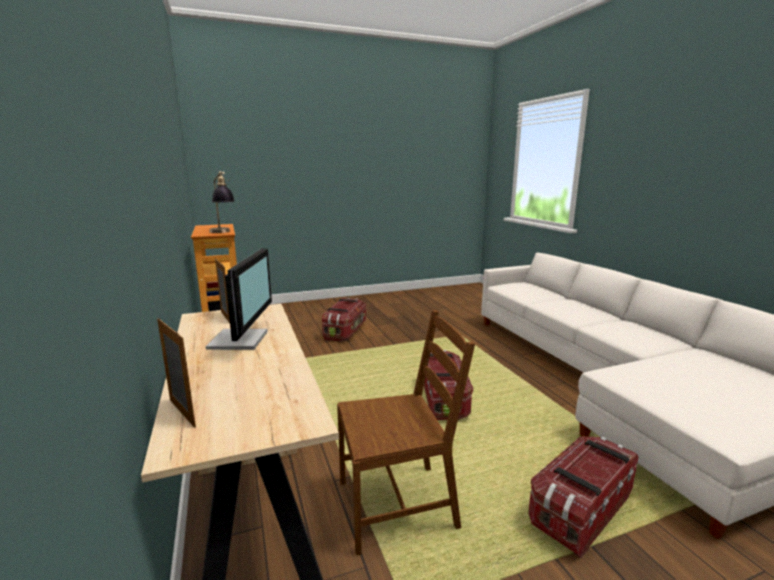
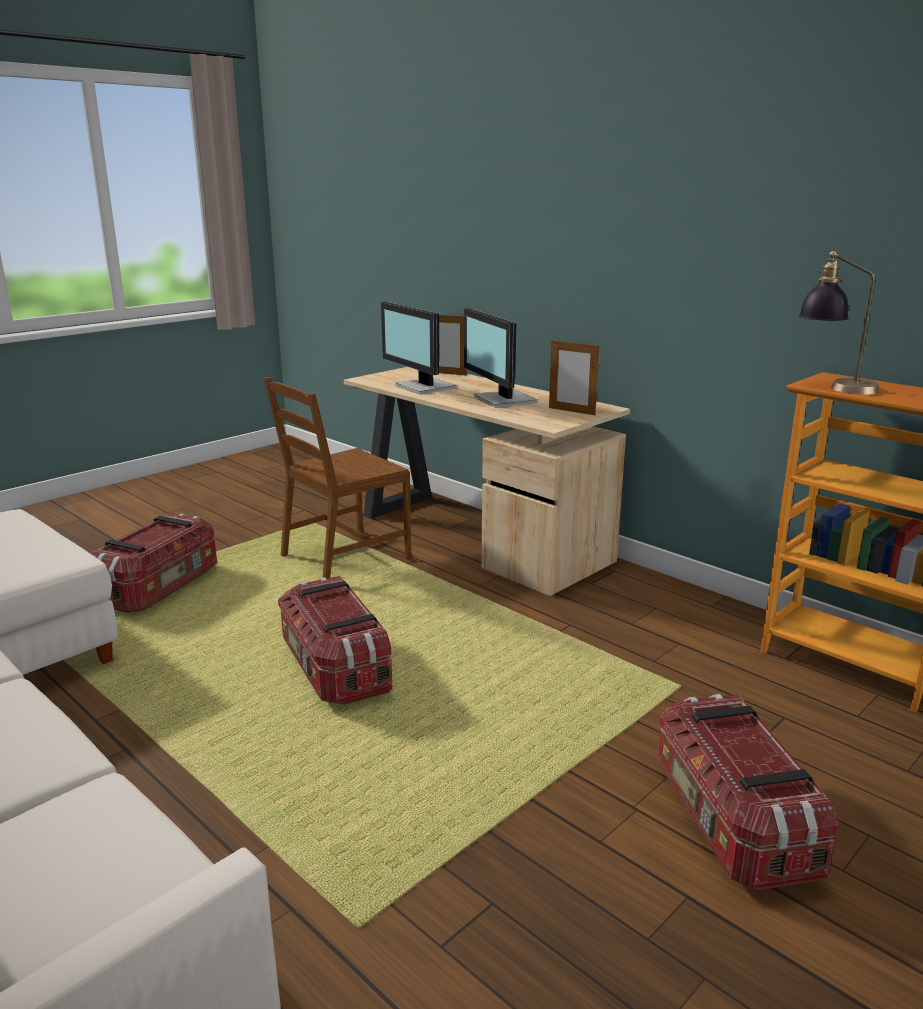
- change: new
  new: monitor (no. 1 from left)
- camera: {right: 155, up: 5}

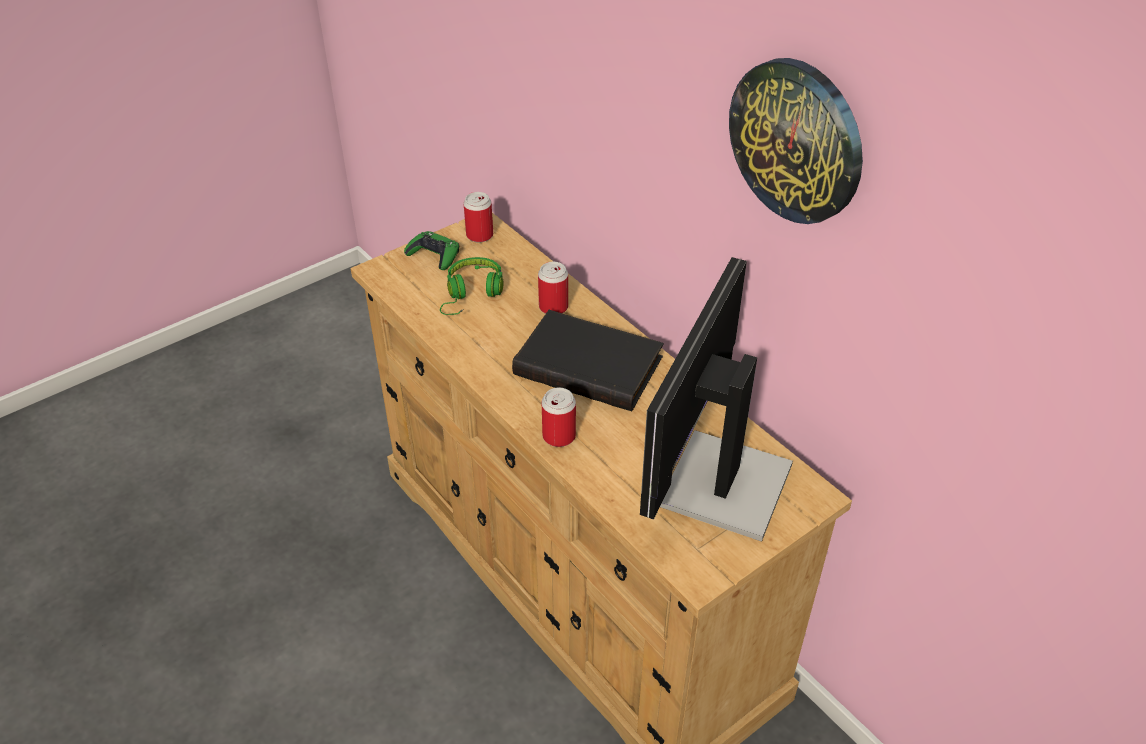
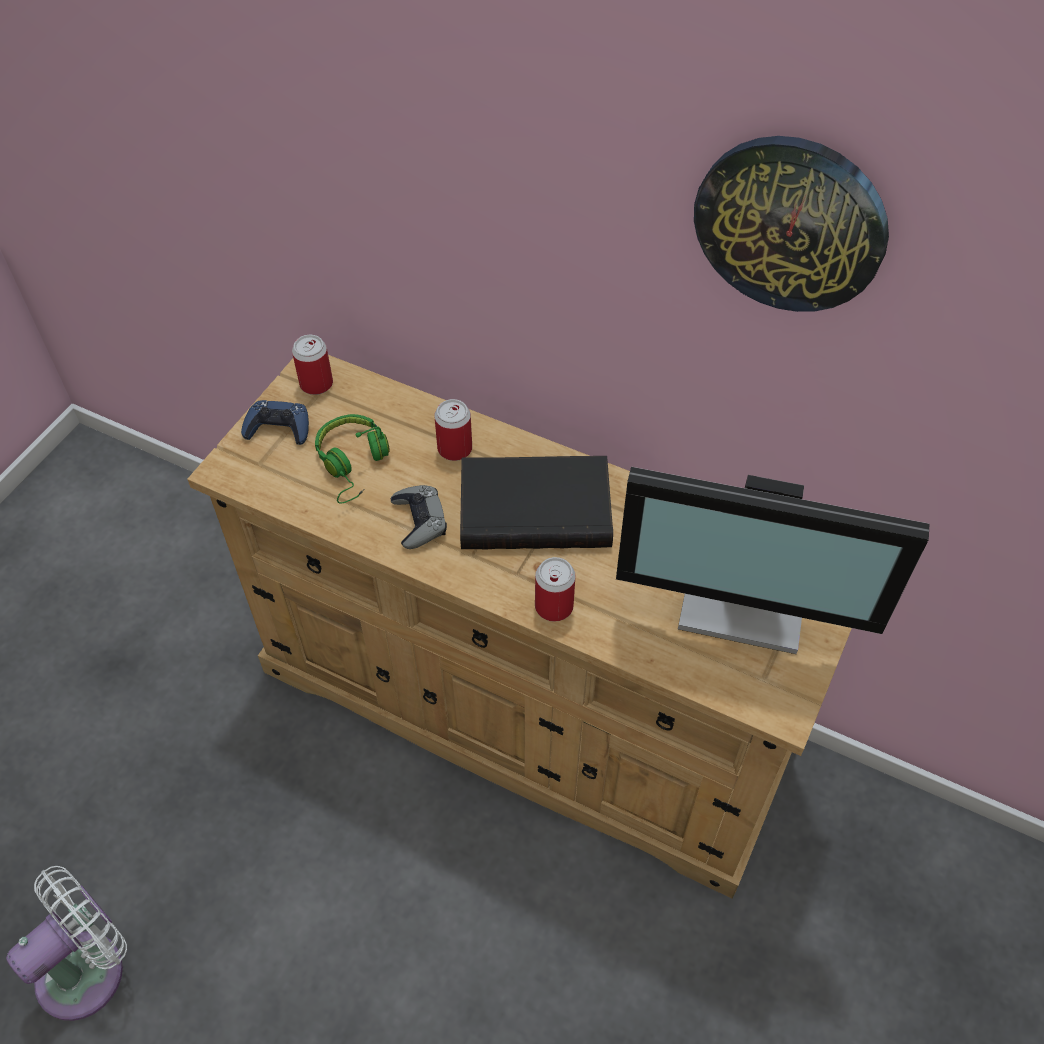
- change: repainted
  old: pad do gier [zielony]
  new: pad do gier [niebieski]
- change: rotated
  old: monitor
  degrees: -75
- change: new
  new: wentylator [biały]
- change: new
  new: pad do gier [szary]
- camera: {right: -25, up: 10}

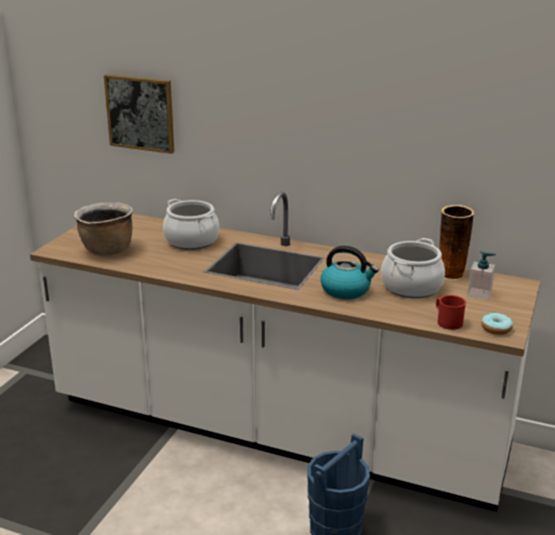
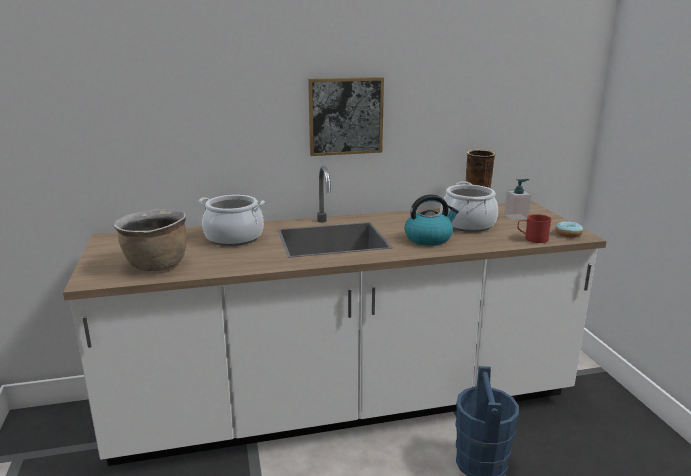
- change: shifted
  old: obraz
- camera: {right: -35, up: -5}

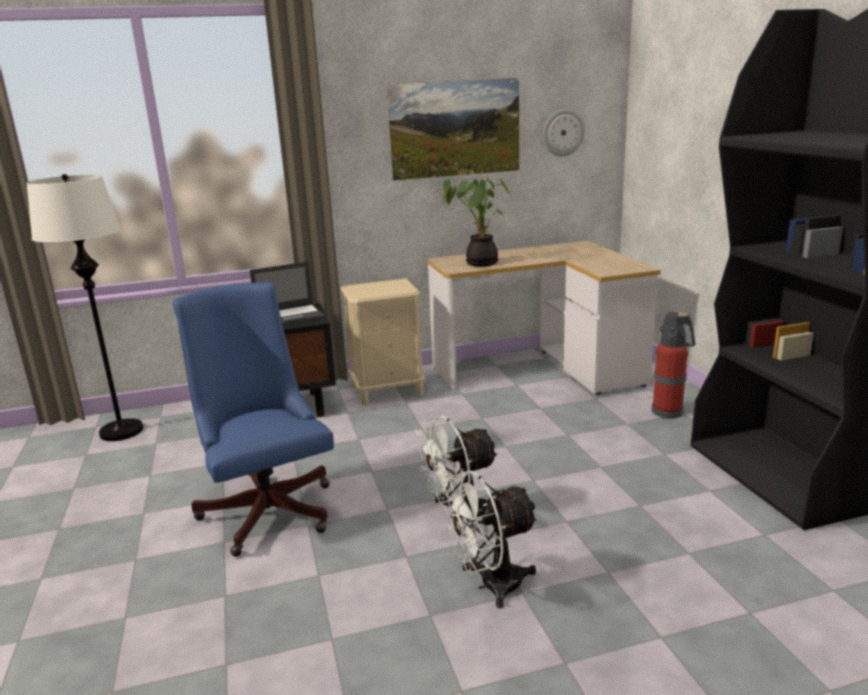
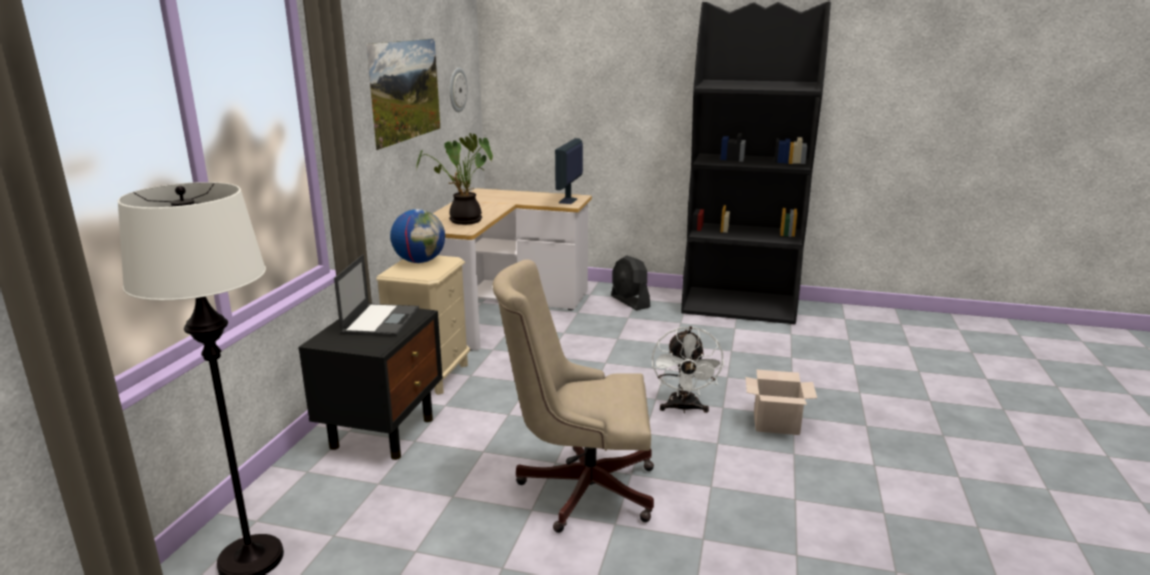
- change: repainted
  old: krzesło biurowe [niebieski]
  new: krzesło biurowe [beżowy]
- change: swapped
  old: wentylator [biały] (no. 2 from left)
  new: karton
- change: swapped
  old: gaśnica
  new: wentylator [czarny]
- change: new
  new: globus
- change: new
  new: monitor
- camera: {right: -60, up: 0}

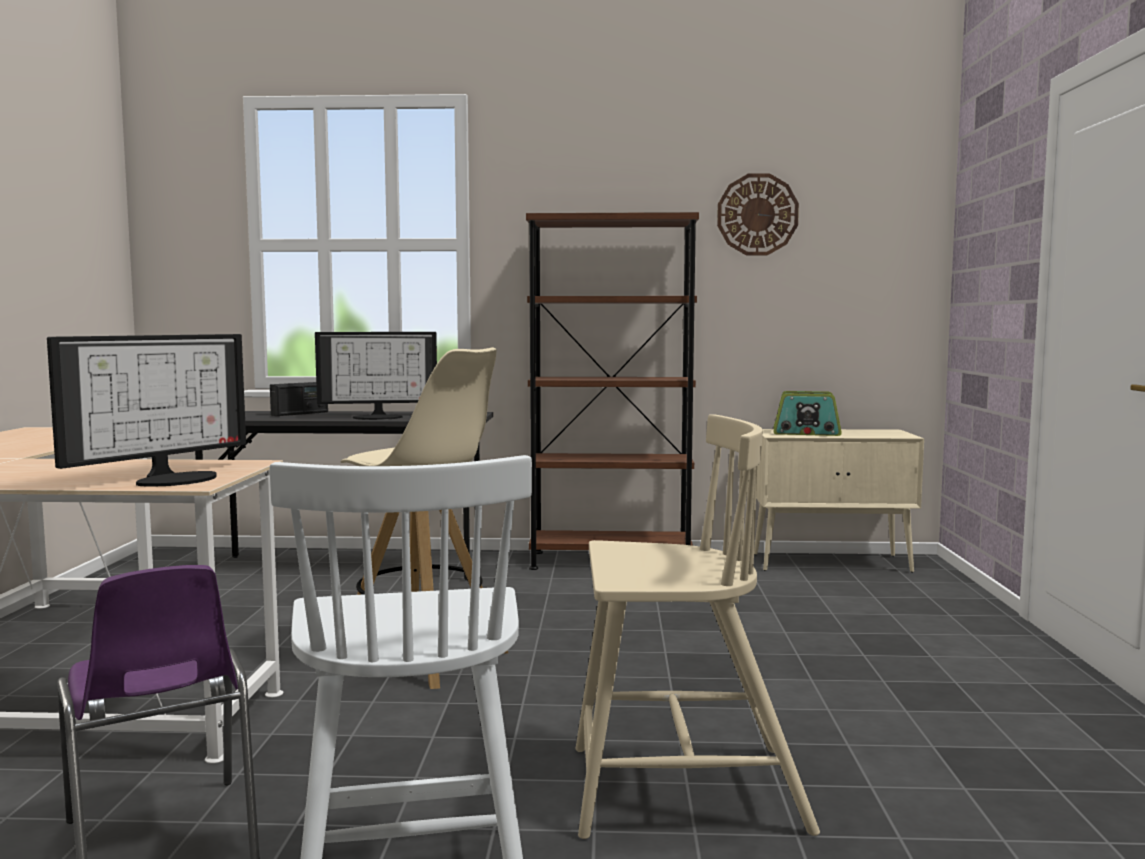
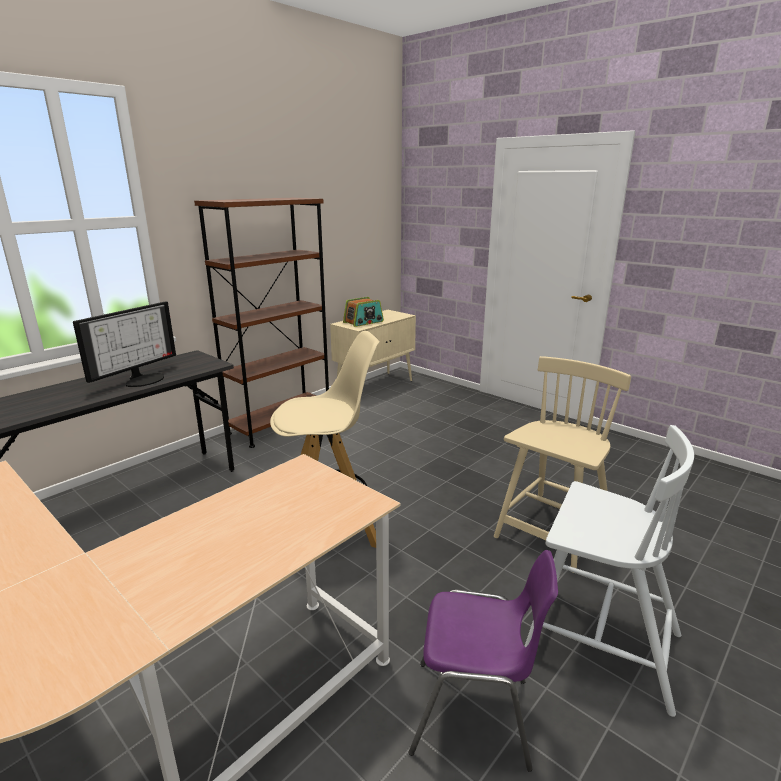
- change: gone
  old: monitor (no. 1 from left)
- change: gone
  old: radio (no. 1 from left)
- change: gone
  old: zegar ścienny
- camera: {right: -50, up: 15}

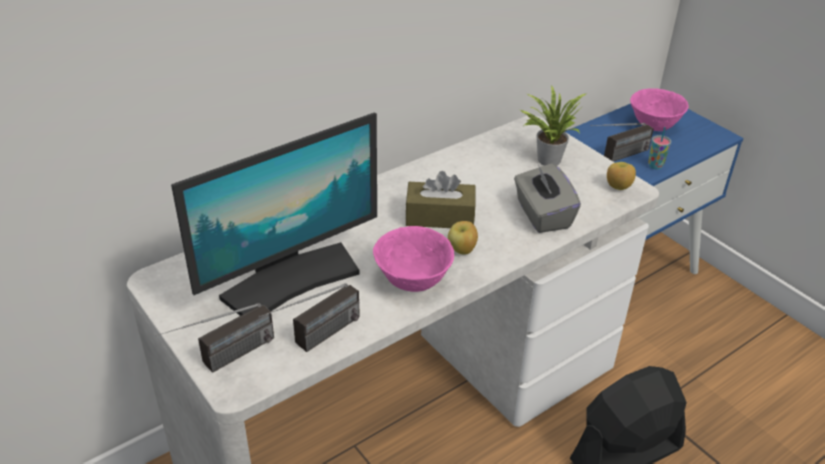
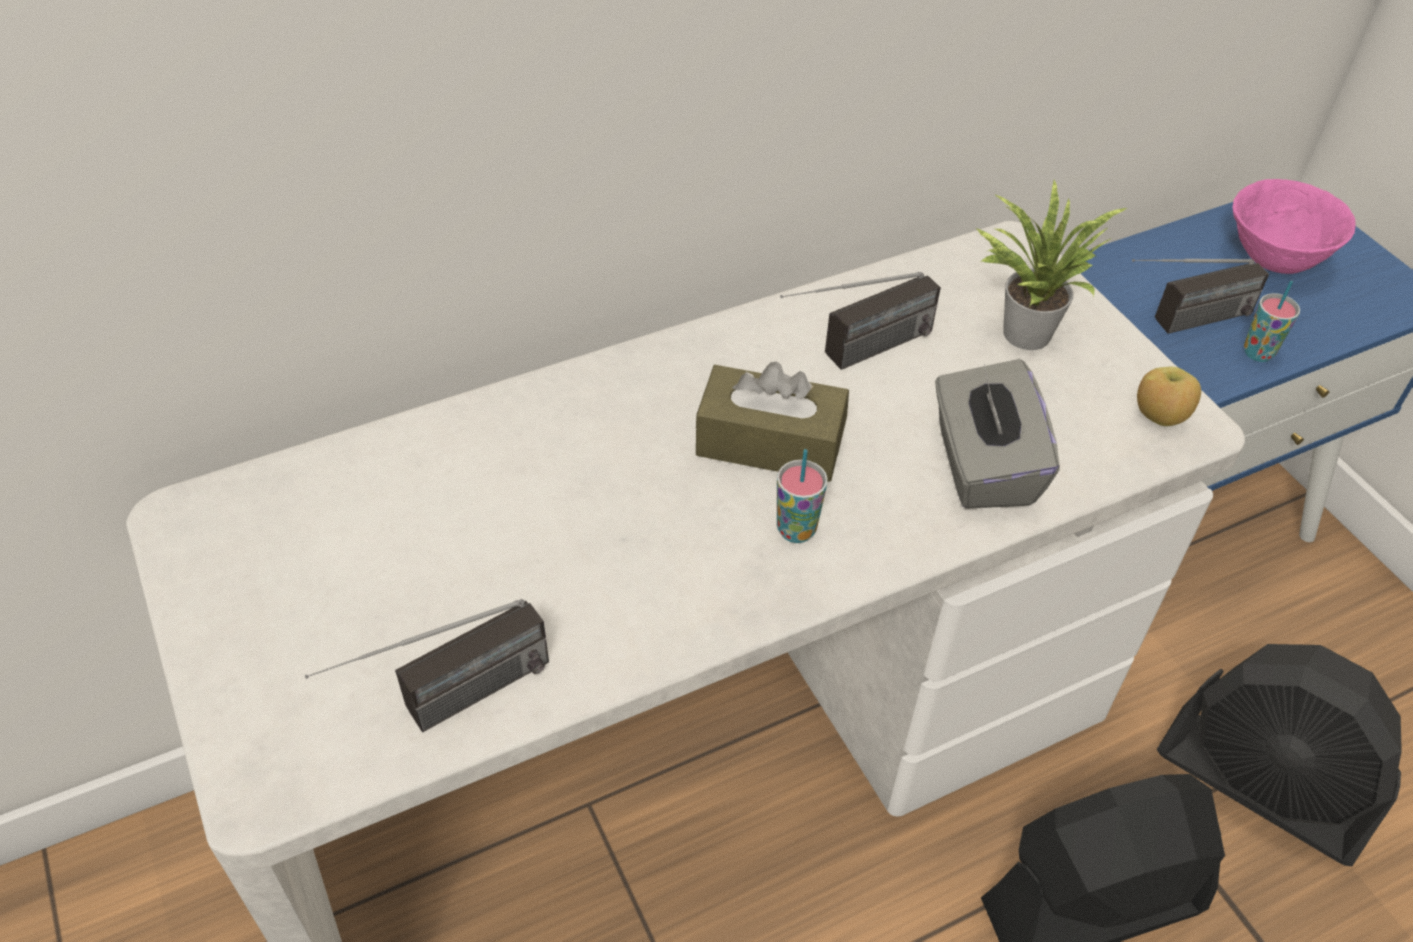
- change: shifted
  old: radio (no. 1 from left in the first image)
  new: radio (no. 2 from left)
- change: gone
  old: monitor
- change: gone
  old: miska [różowy] (no. 1 from left)
- change: swapped
  old: jabłko (no. 1 from left)
  new: filiżanka (no. 1 from left)
- change: new
  new: wentylator [czarny] (no. 2 from left)
- camera: {right: 10, up: 10}

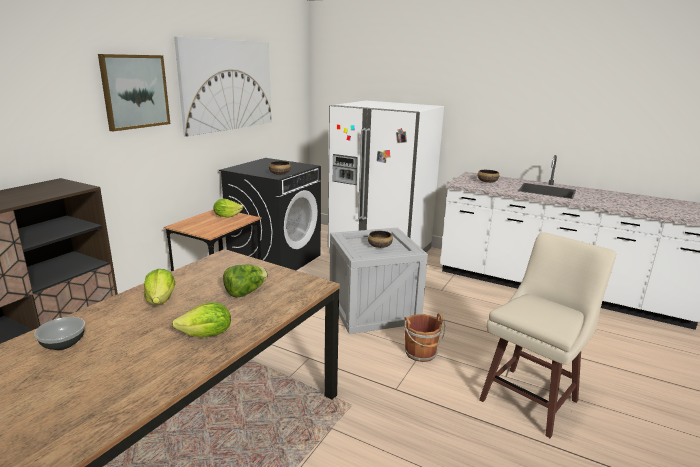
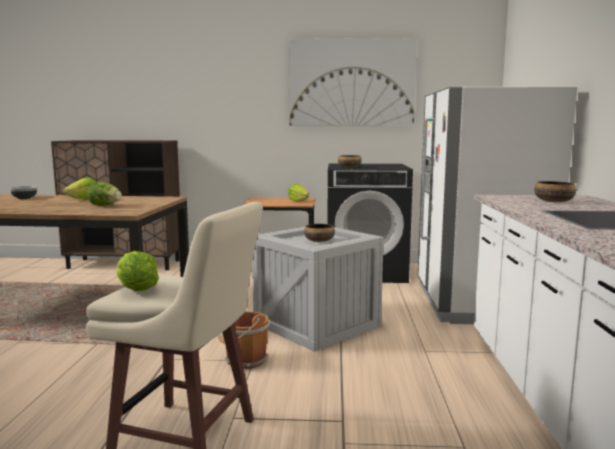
- change: gone
  old: obraz (no. 1 from left)
- change: shifted
  old: sałata (no. 2 from left in the first image)
  new: sałata (no. 3 from left)
- camera: {right: 65, up: -10}

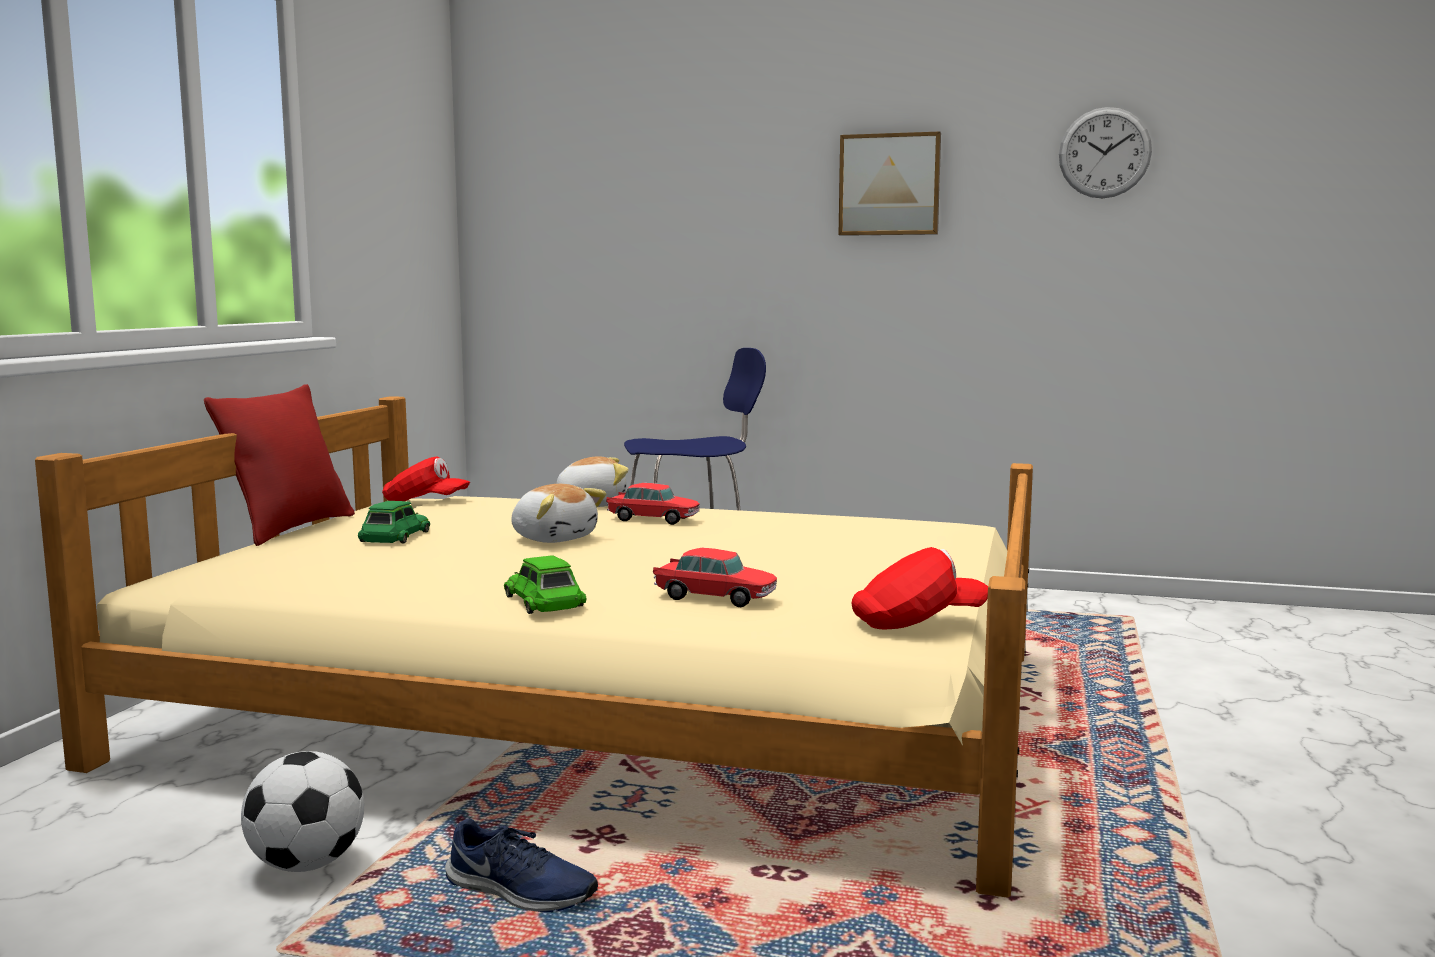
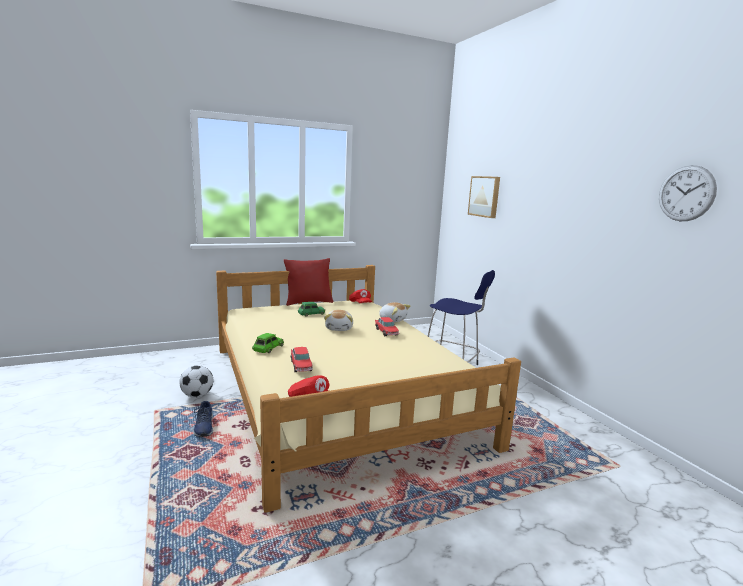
- change: shifted
  old: obraz
- camera: {right: 50, up: 5}

